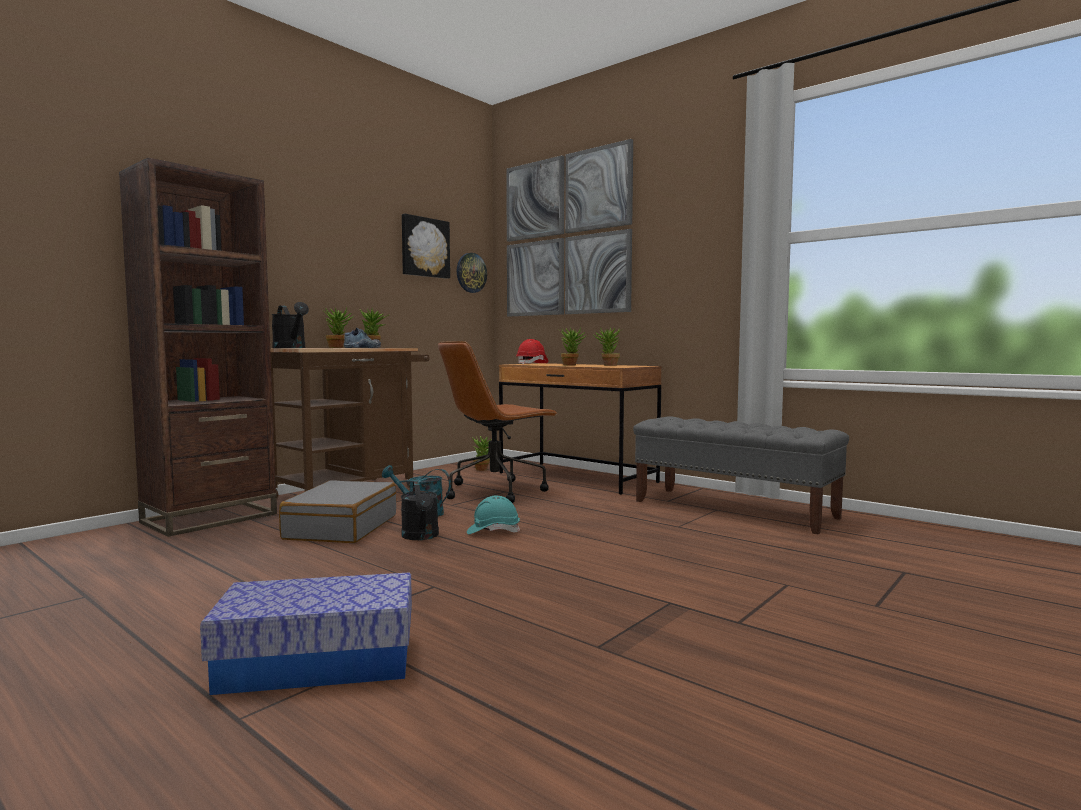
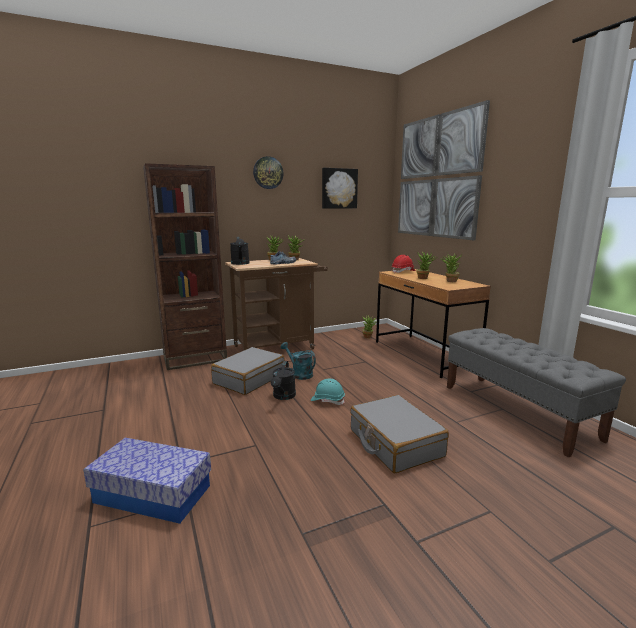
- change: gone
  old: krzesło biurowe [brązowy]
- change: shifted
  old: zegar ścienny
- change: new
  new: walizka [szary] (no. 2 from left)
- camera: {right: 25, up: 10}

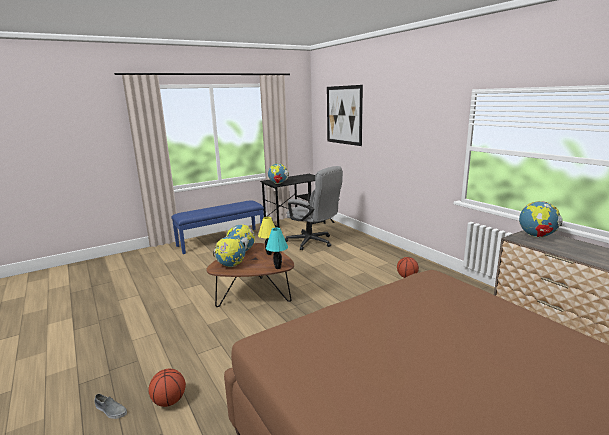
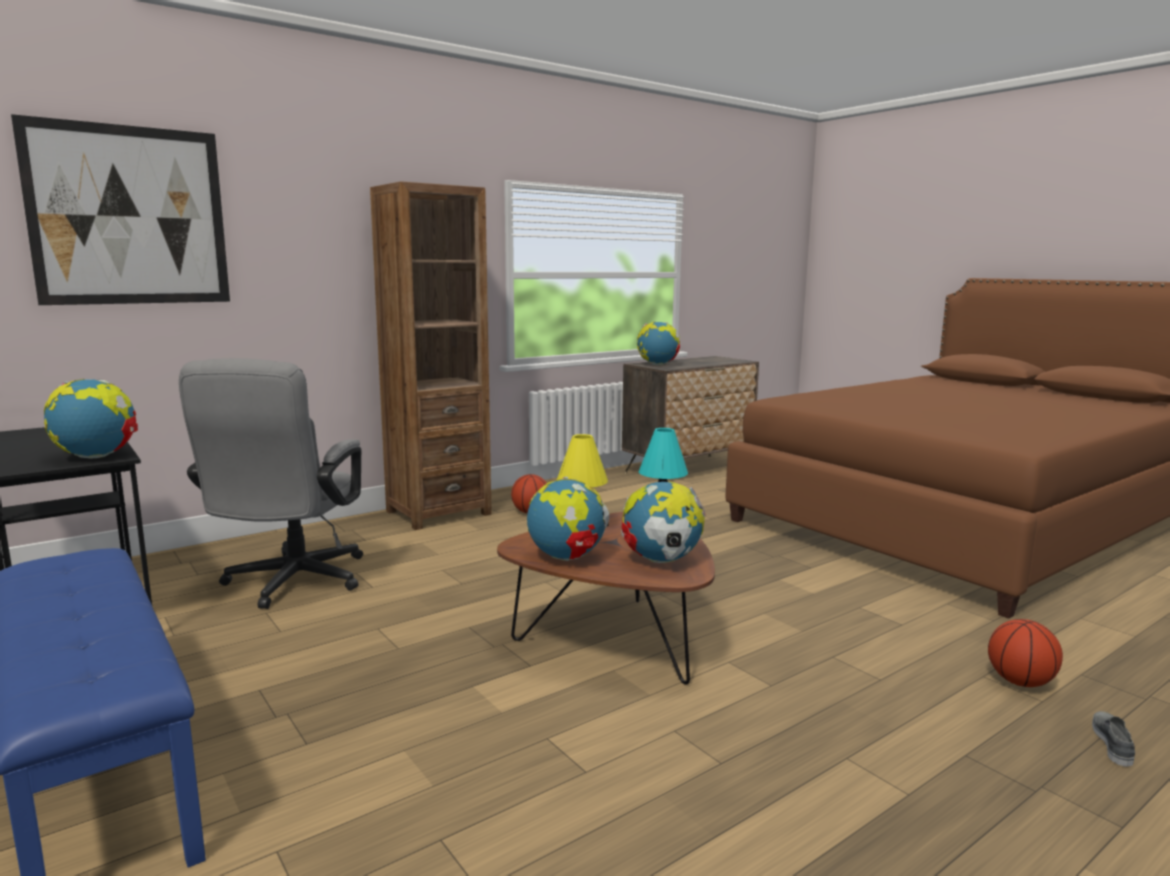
- change: rotated
  old: krzesło biurowe [szary]
  degrees: 150
- change: new
  new: regał [brązowy]
- camera: {right: -95, up: -5}

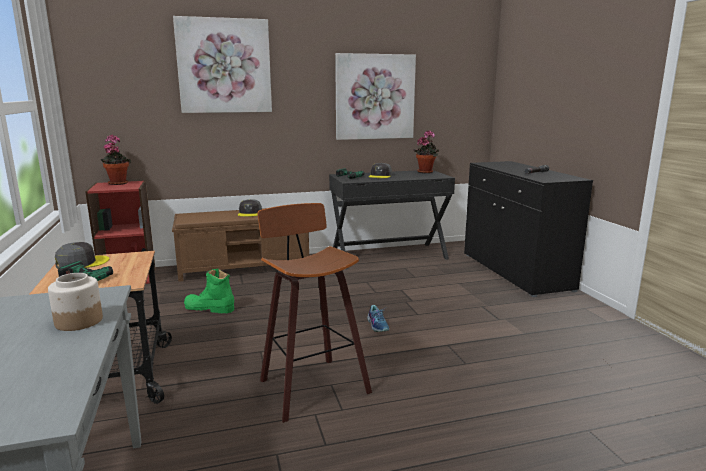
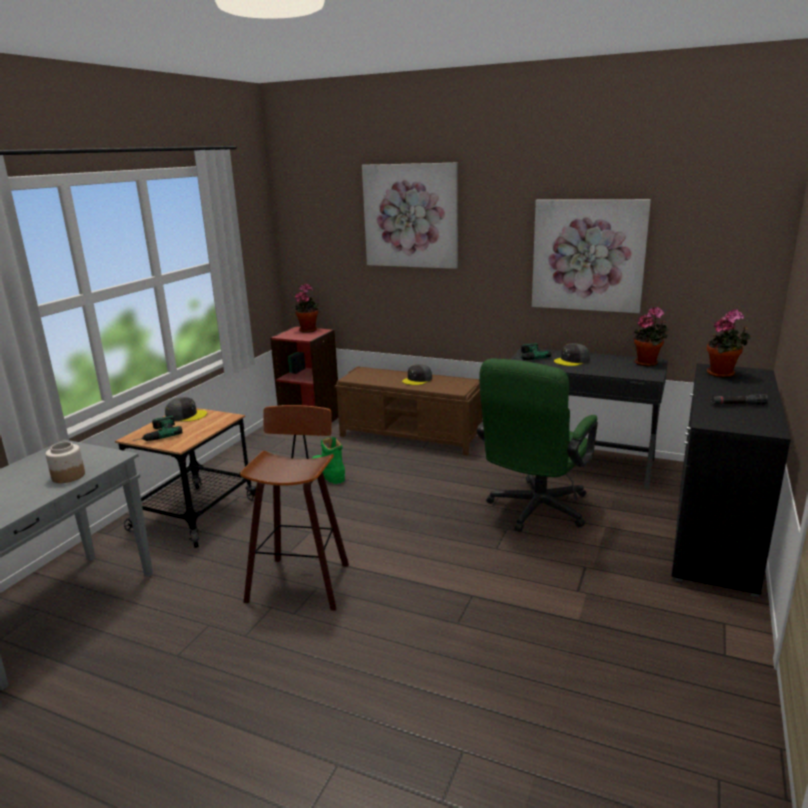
- change: gone
  old: but
- change: new
  new: krzesło biurowe [zielony]
- change: new
  new: roślina doniczkowa (no. 3 from left)
- camera: {right: 40, up: 5}

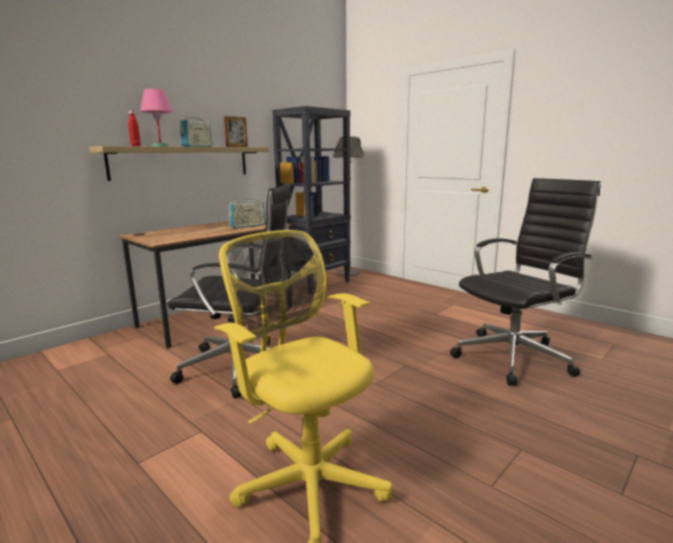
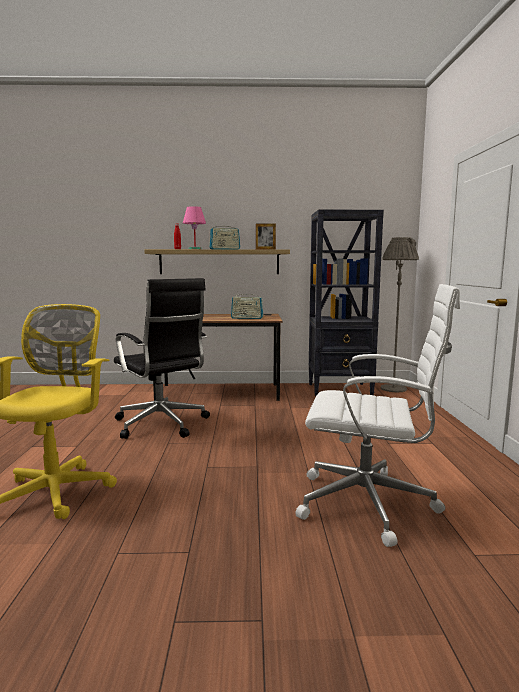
- change: repainted
  old: krzesło biurowe [czarny] (no. 2 from left)
  new: krzesło biurowe [biały]
- camera: {right: 45, up: -5}

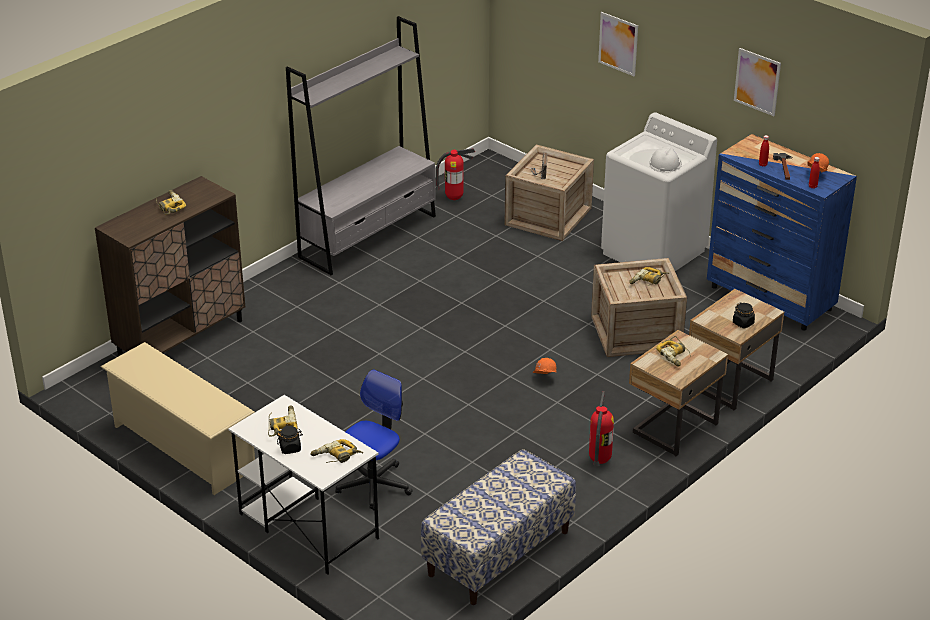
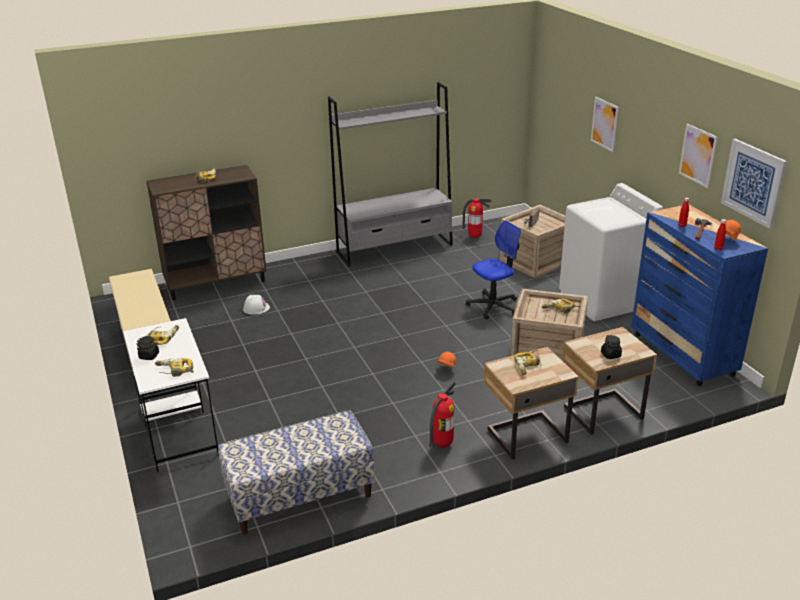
- change: shifted
  old: krzesło biurowe
- change: shifted
  old: kask [biały]
- change: new
  new: obraz (no. 3 from left)
- camera: {right: 25, up: -5}

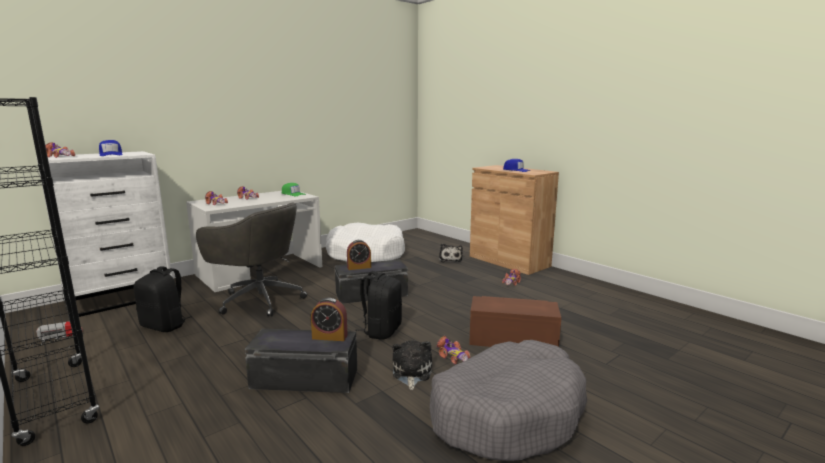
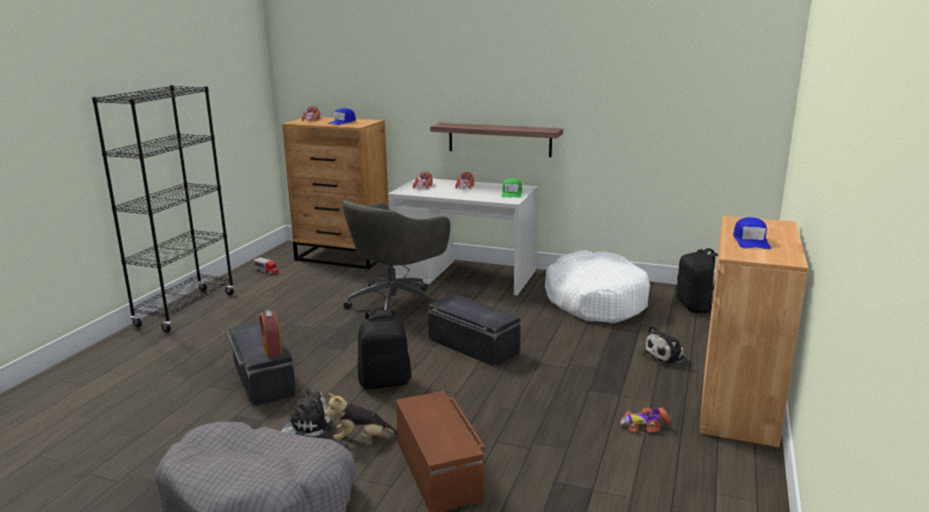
- change: repainted
  old: komoda [biały]
  new: komoda [brązowy]
- change: shifted
  old: plecak [czarny] (no. 1 from left in the first image)
  new: plecak [czarny] (no. 2 from left)
- change: rotated
  old: krzesło biurowe [szary]
  degrees: 45
- change: gone
  old: budzik (no. 2 from left)
- change: swapped
  old: samochodzik (no. 4 from left)
  new: pluszak (no. 2 from left)
- change: new
  new: półka
- camera: {right: 60, up: 5}

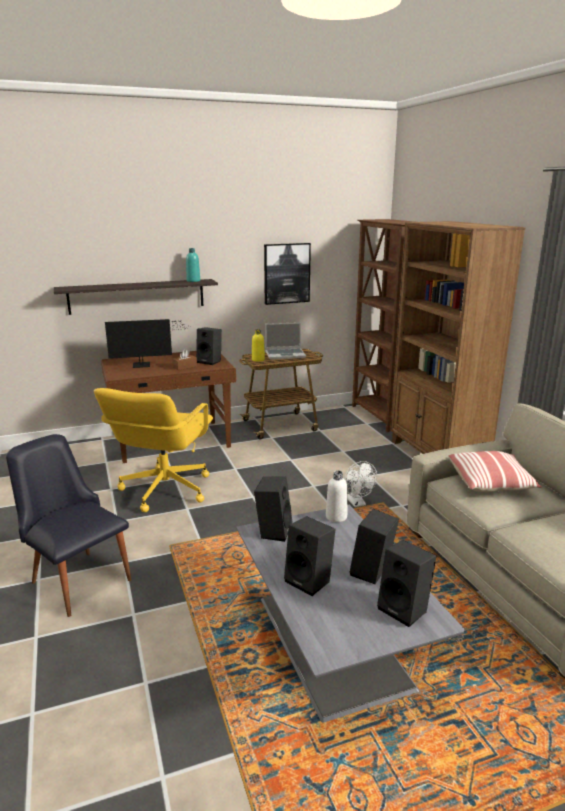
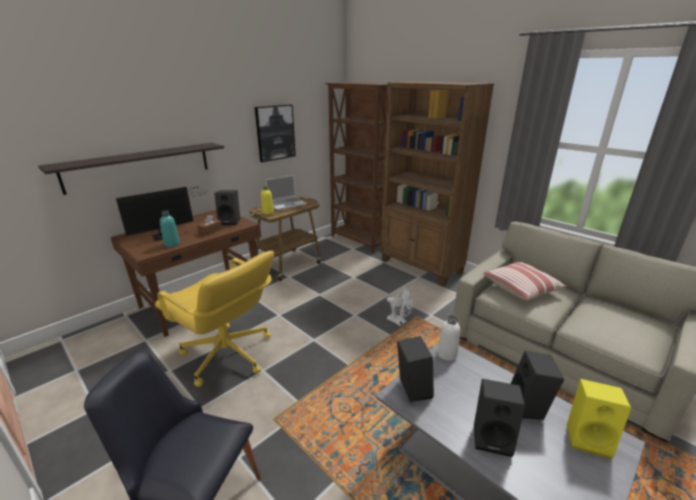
- change: rotated
  old: krzesło biurowe [żółty]
  degrees: -45
- change: shifted
  old: butelka [turkusowy]
- change: repainted
  old: głośnik [czarny] (no. 5 from left)
  new: głośnik [żółty]
- camera: {right: -25, up: 5}

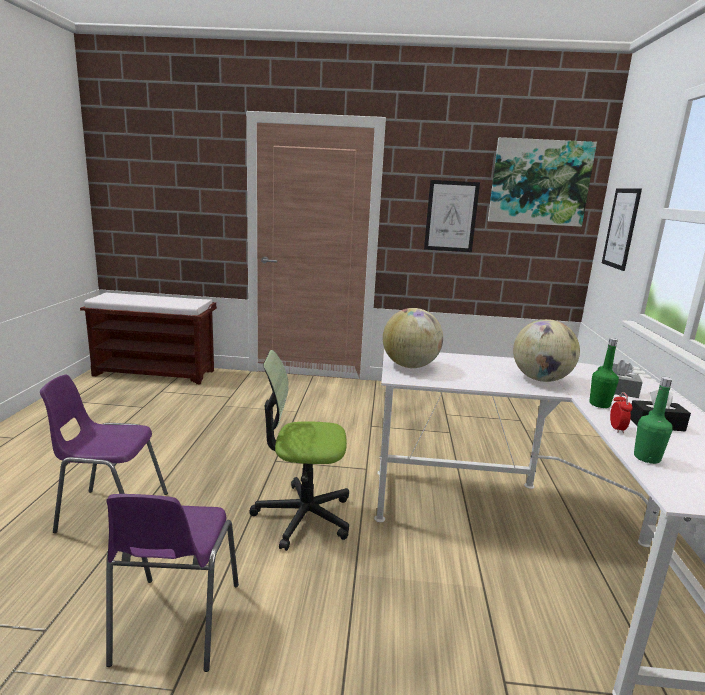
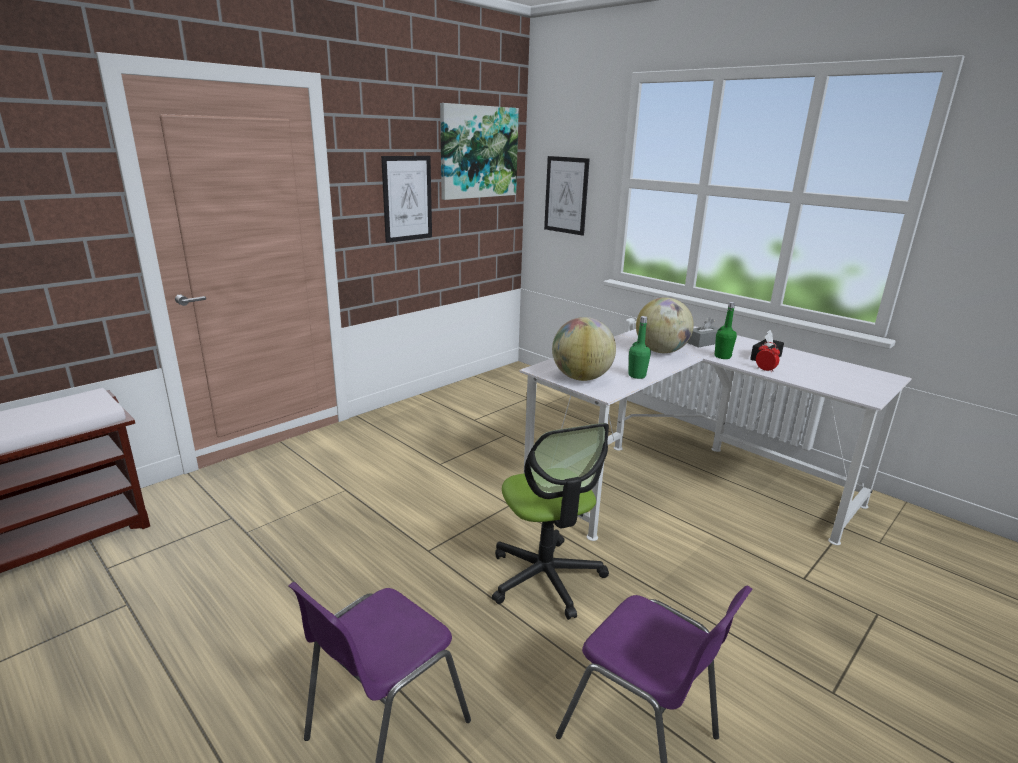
- change: rotated
  old: krzesło biurowe
  degrees: -60
- change: shifted
  old: butelka [zielony] (no. 2 from left in the first image)
  new: butelka [zielony] (no. 1 from left)
- camera: {right: -50, up: 5}

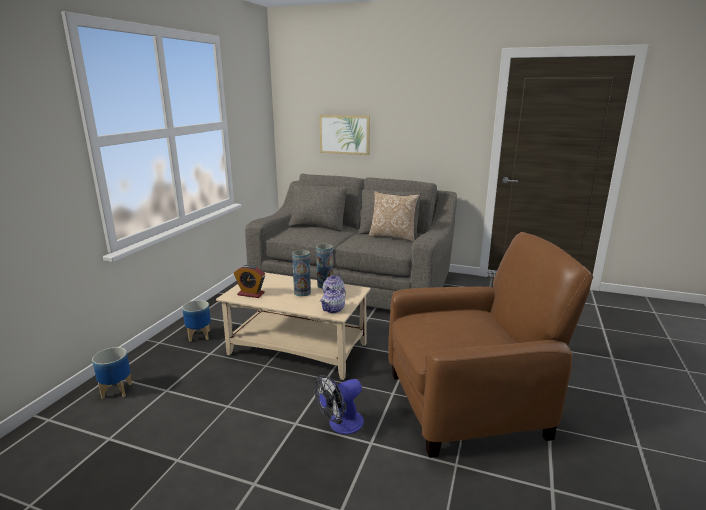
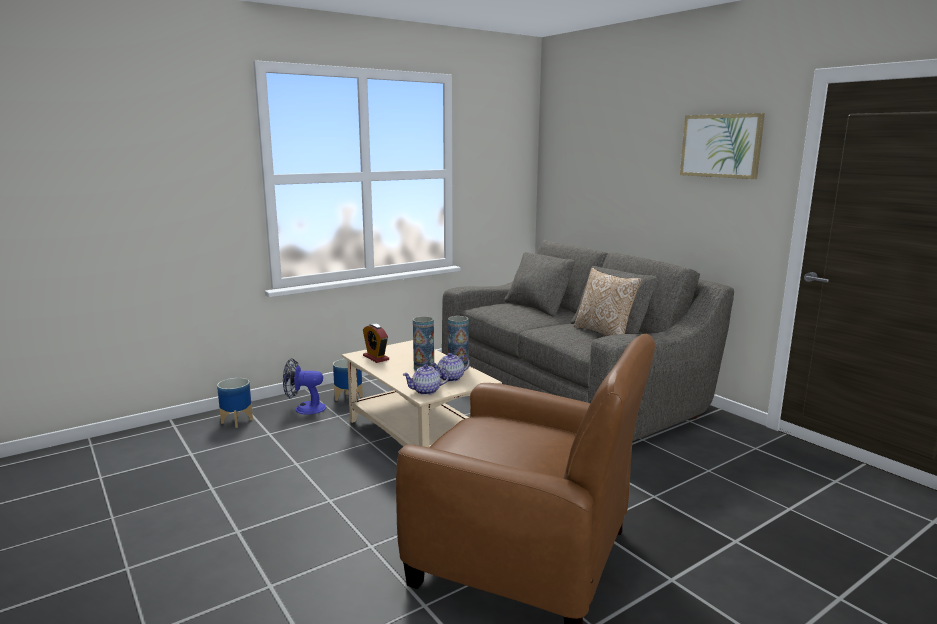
- change: shifted
  old: wentylator
- change: shifted
  old: obraz
- camera: {right: 35, up: -5}

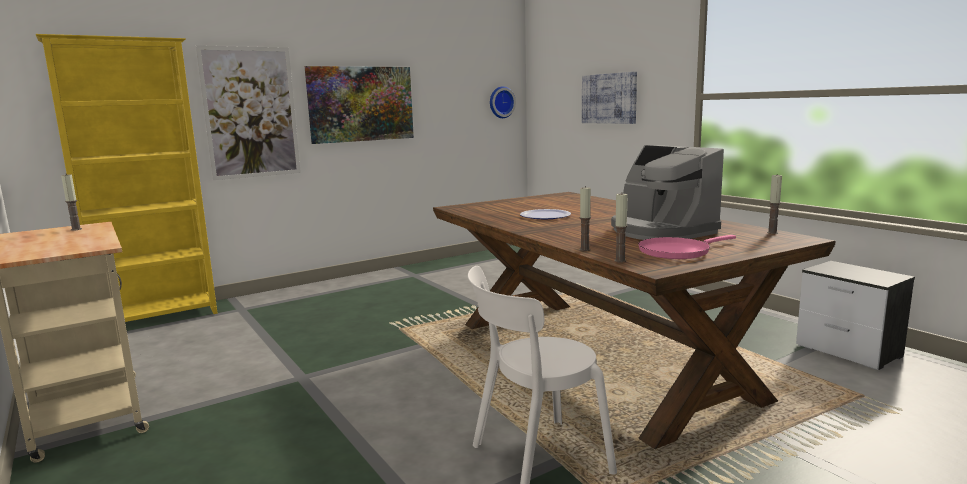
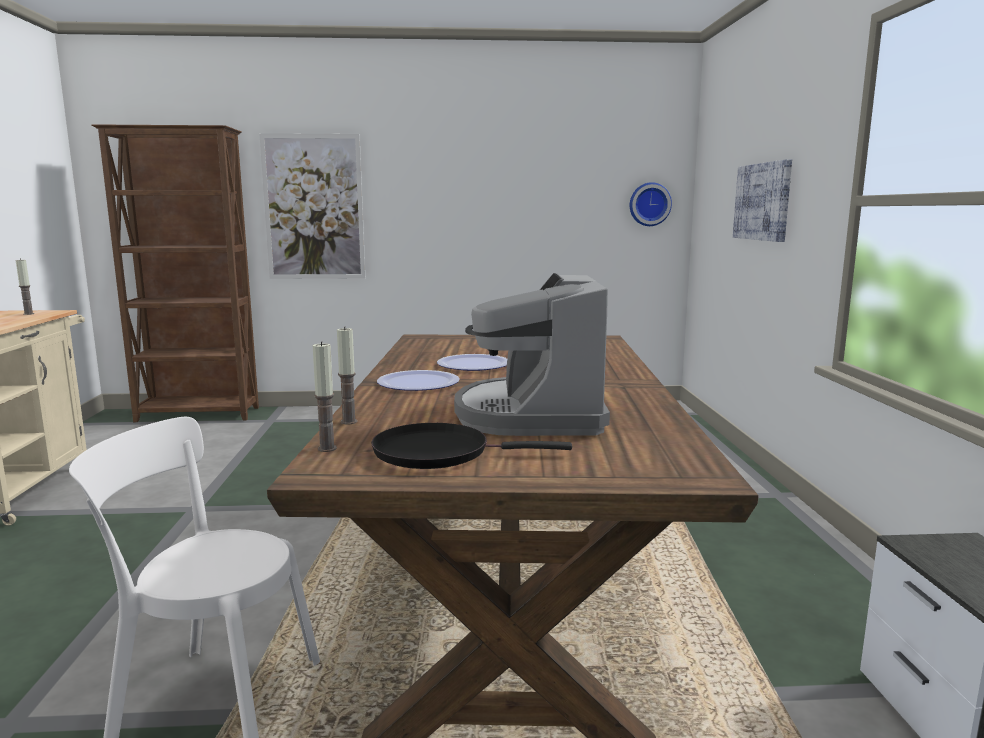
- change: repainted
  old: regał [żółty]
  new: regał [brązowy]
- change: gone
  old: obraz (no. 2 from left)
- change: repainted
  old: patelnia [różowy]
  new: patelnia [czarny]
- change: gone
  old: świeca (no. 4 from left)
- change: new
  new: talerz (no. 1 from left)
- camera: {right: 30, up: 0}

